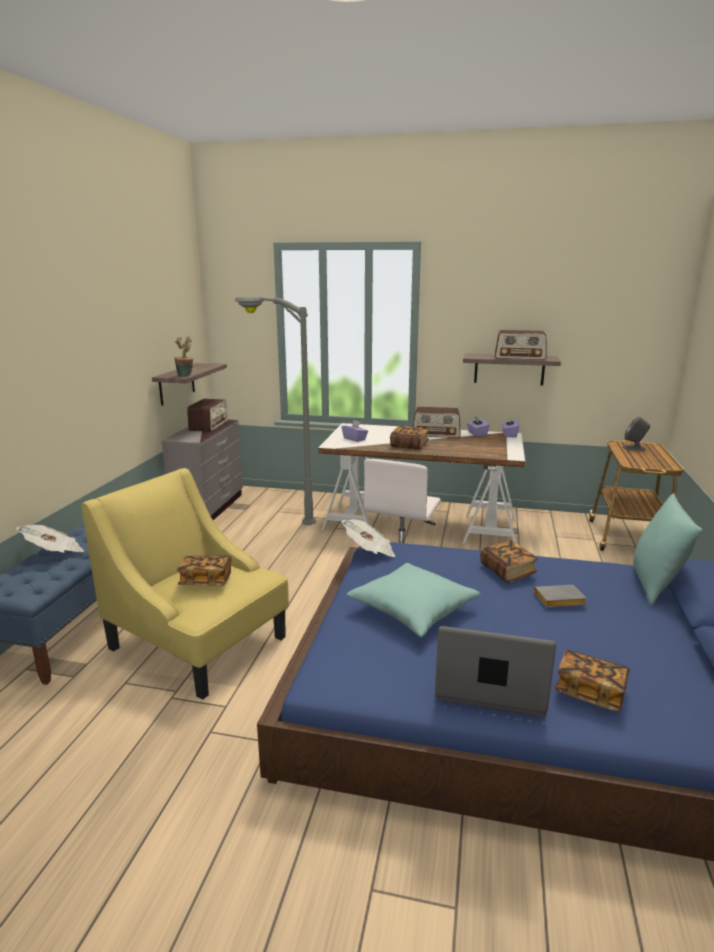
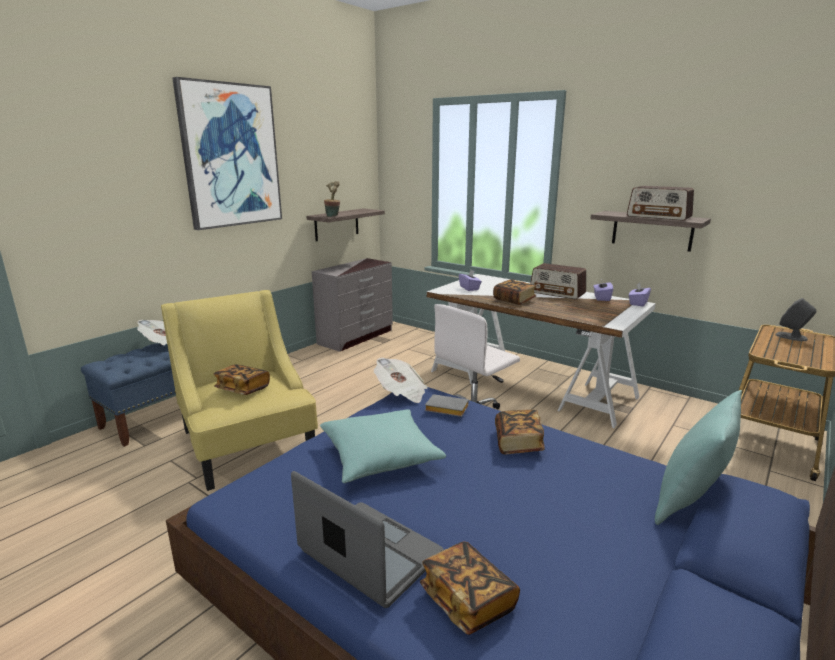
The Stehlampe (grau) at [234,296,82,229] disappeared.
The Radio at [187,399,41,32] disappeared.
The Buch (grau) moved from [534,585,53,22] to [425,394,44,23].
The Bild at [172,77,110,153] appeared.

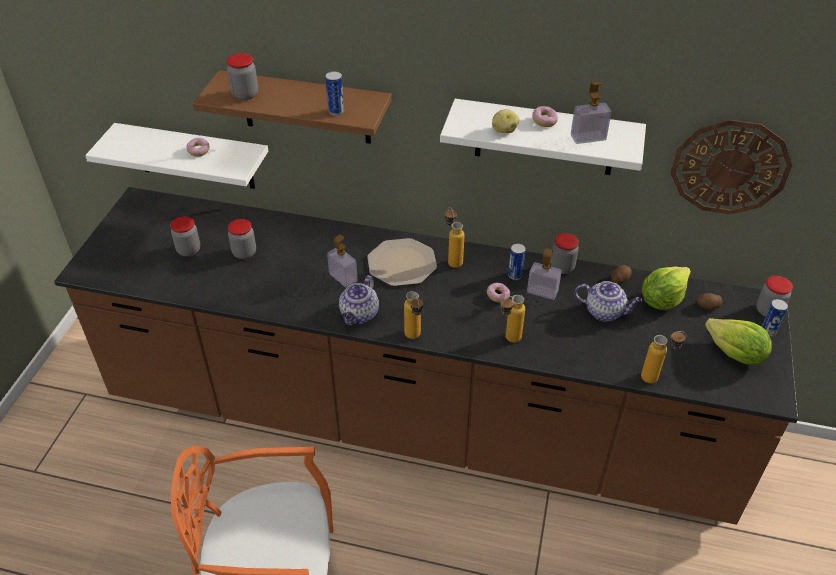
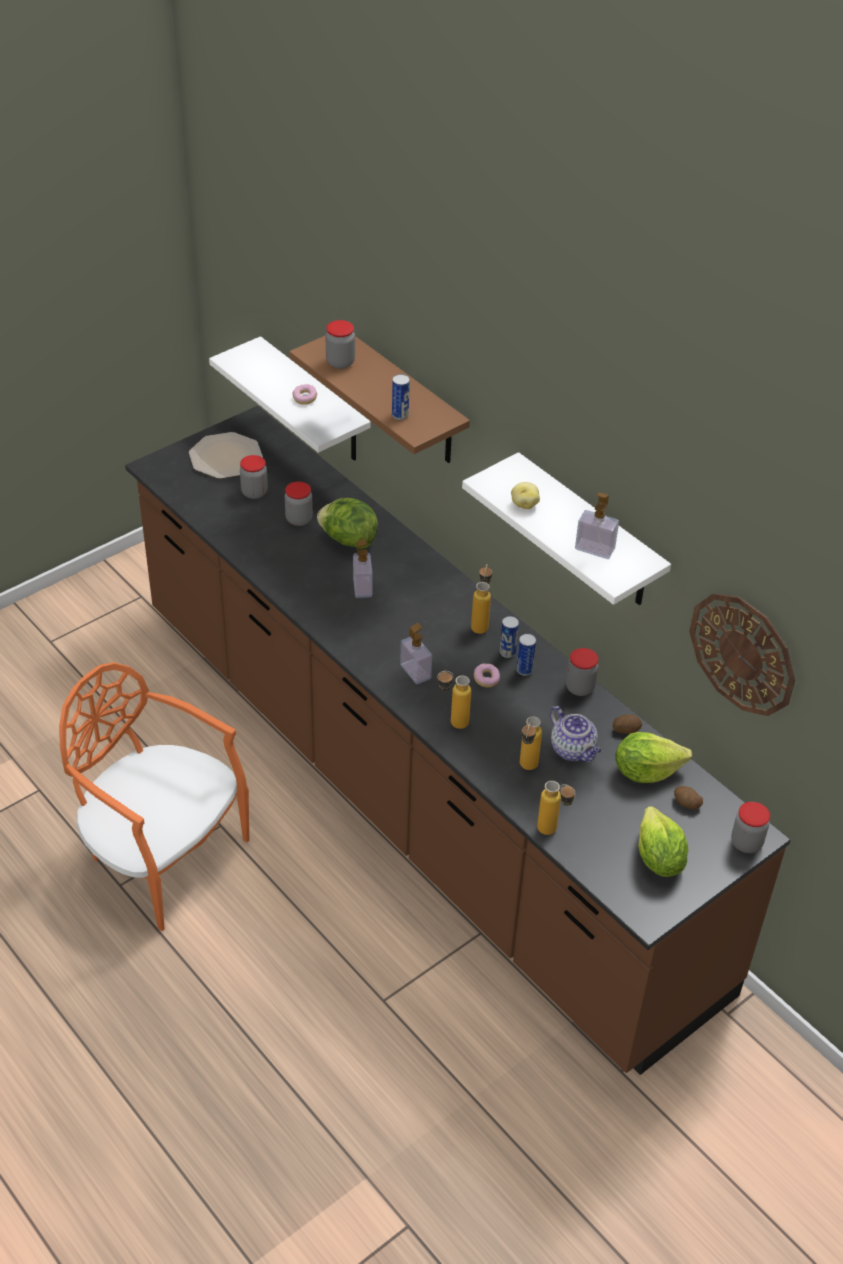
The Donut at [533,106,25,21] disappeared.
The Teller moved from [367,238,70,48] to [189,432,74,47].
The Seifenspender moved from [527,248,35,52] to [400,623,32,61].
The Teekanne at [339,275,40,50] disappeared.
The Flasche moved from [404,291,19,48] to [520,716,22,54].
The Dose moved from [762,299,26,38] to [500,616,19,42].
The Salatkopf at [317,498,61,51] appeared.

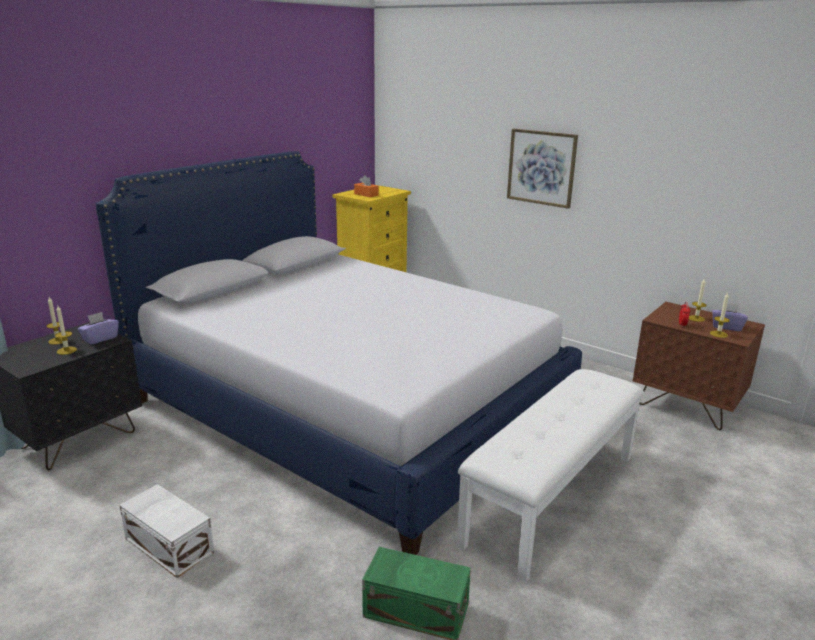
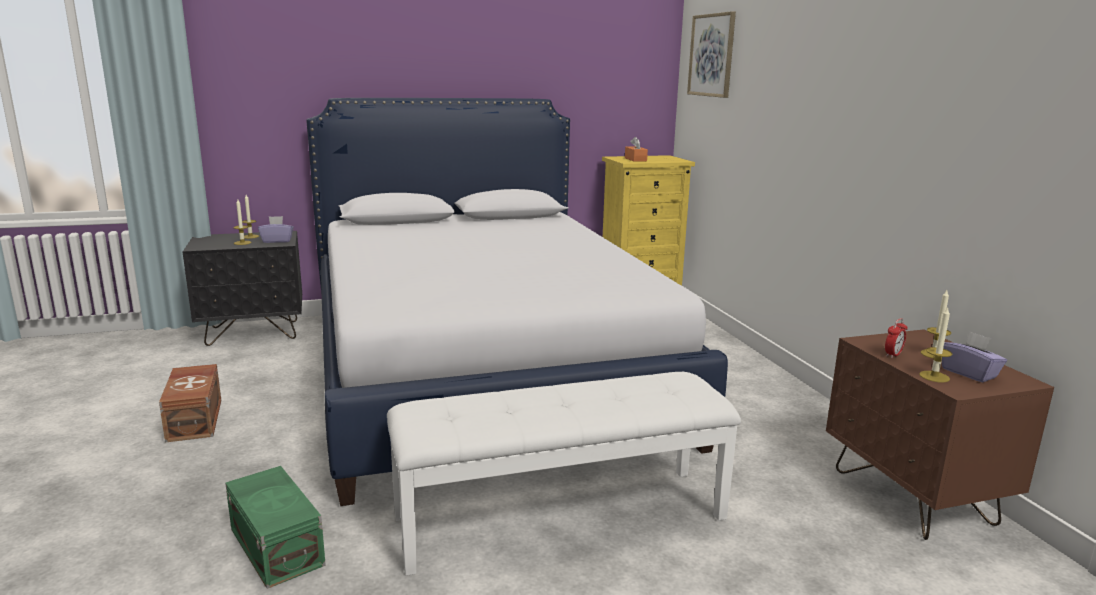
The Bild moved from [507,129,71,80] to [687,11,49,87].
The Aufbewahrungsbox (weiß) at [119,484,95,94] became the Aufbewahrungsbox (braun) at [159,364,62,79].

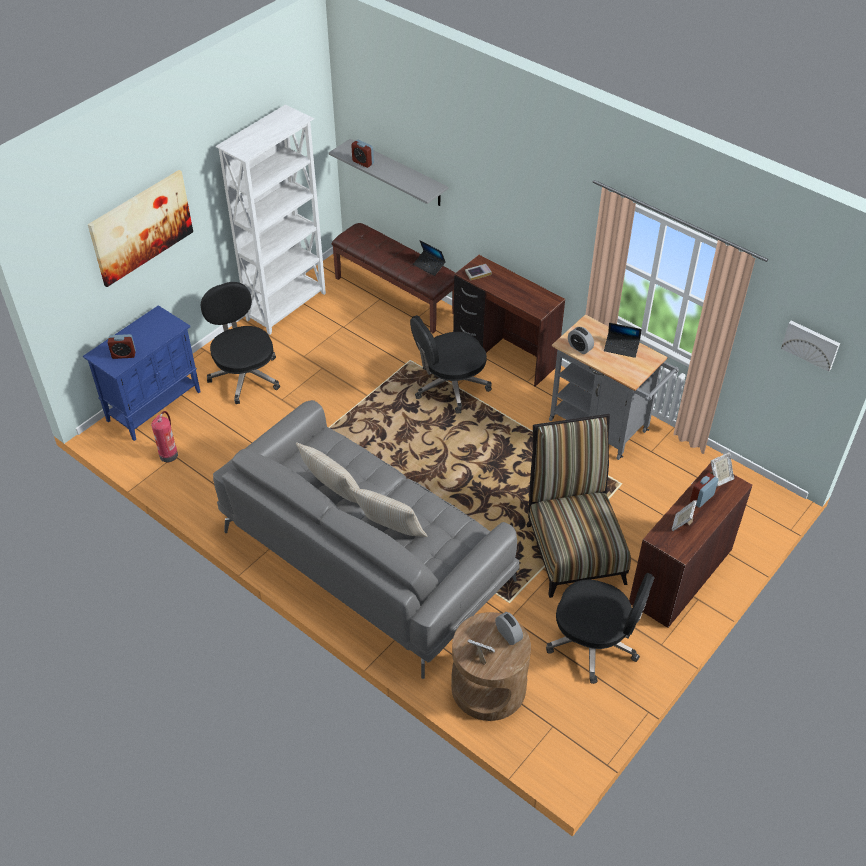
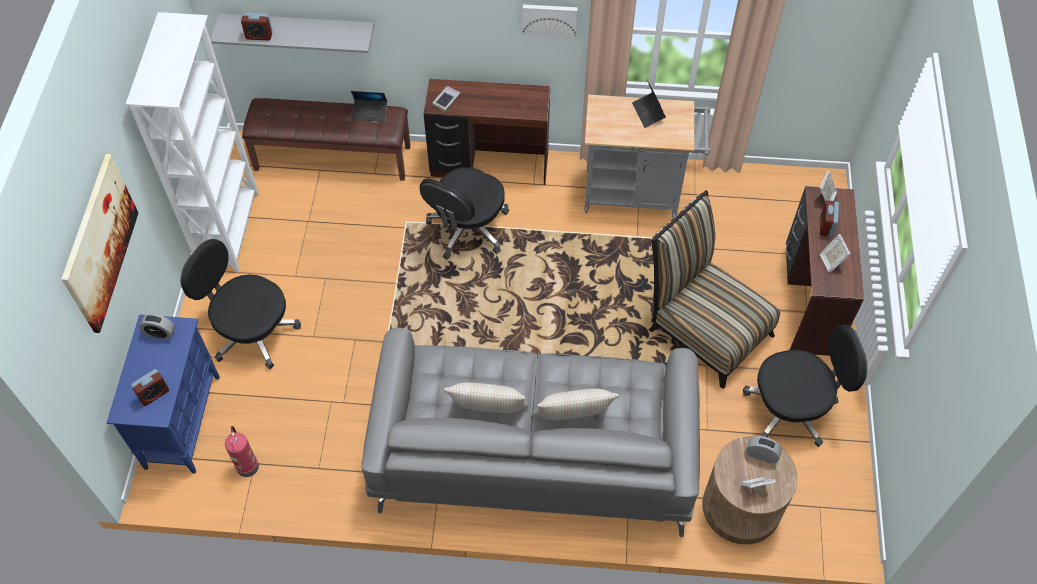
The Bild moved from [781,321,59,51] to [523,4,55,33].
The Laptop at [604,323,38,35] turned 90 degrees clockwise.
The Wecker moved from [568,327,26,27] to [139,314,36,26].

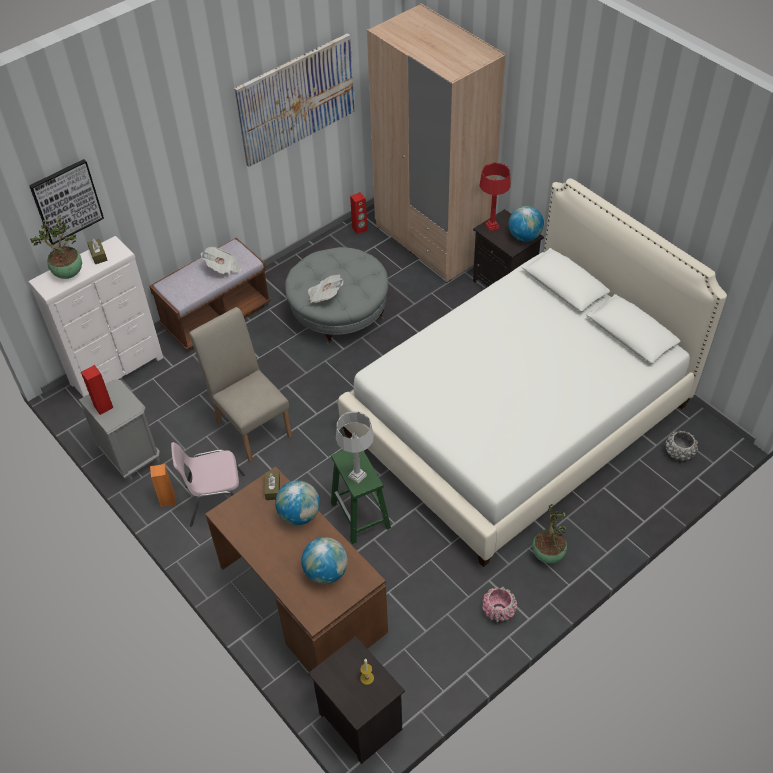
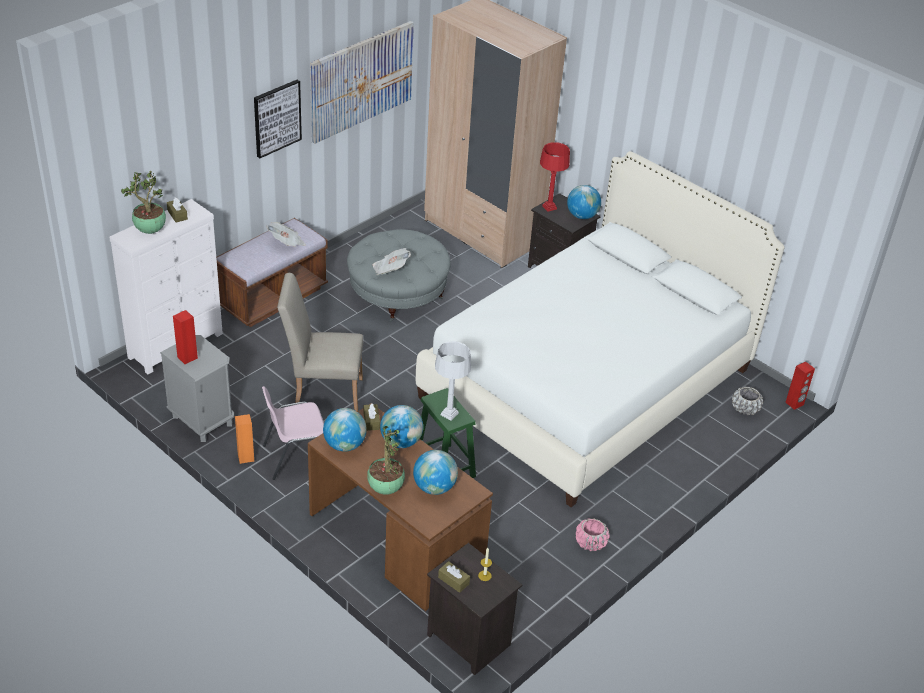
The Bild moved from [29,159,75,86] to [254,80,48,78].
The Lautsprecher (rot) moved from [350,192,17,42] to [786,362,29,48].
The Stuhl (beige) at [189,307,103,155] turned 45 degrees counterclockwise.
The Topfpflanze moved from [532,504,35,60] to [367,426,38,69].
The Globus at [323,408,44,44] appeared.
The Taschentuchbox (braun) at [438,561,32,32] appeared.

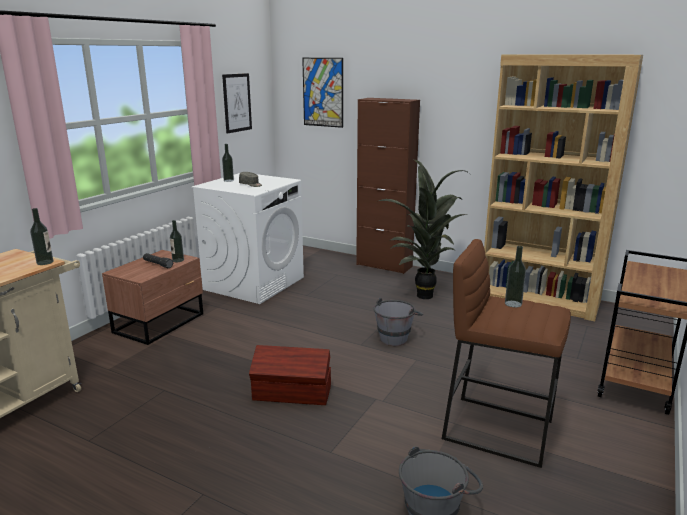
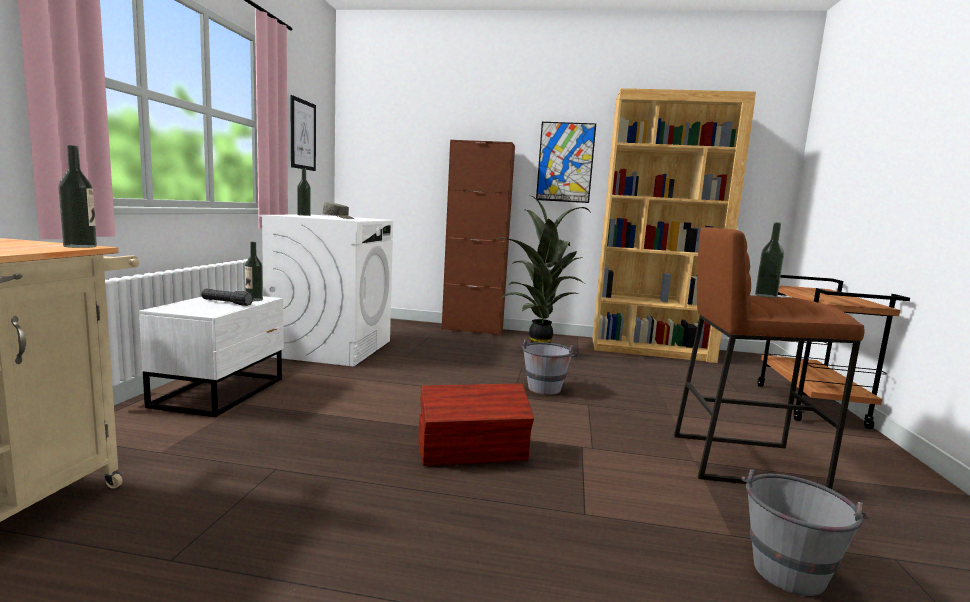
The Bild moved from [302,58,41,70] to [536,122,60,81].
The Nachttisch (braun) at [102,250,101,95] became the Nachttisch (weiß) at [139,296,145,121].

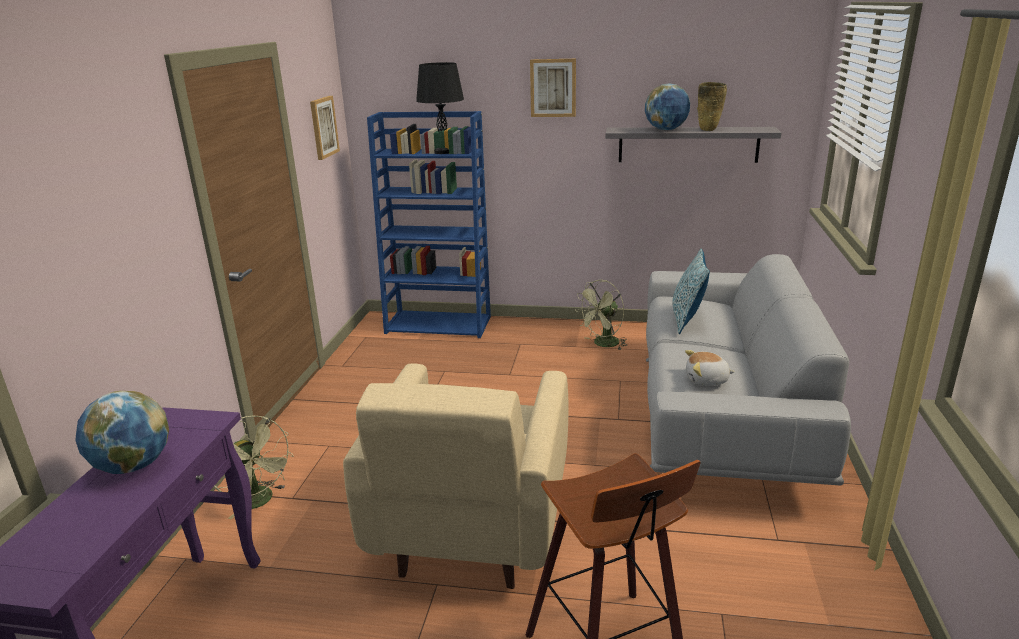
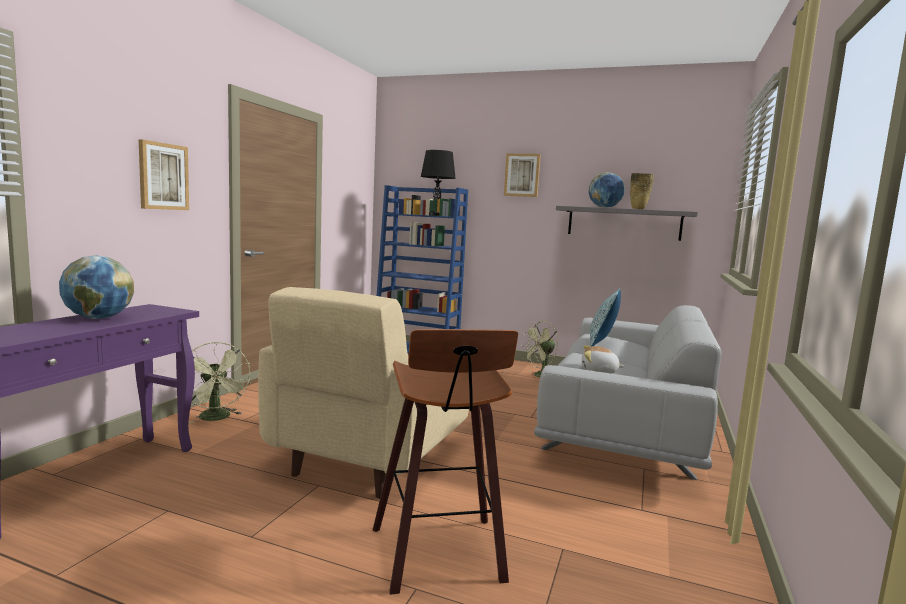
The Bild moved from [310,96,30,64] to [139,139,50,71].

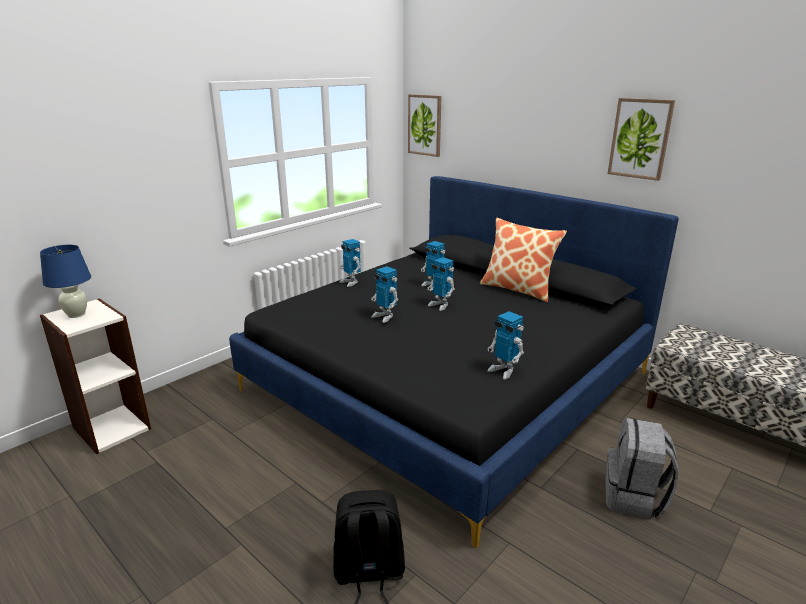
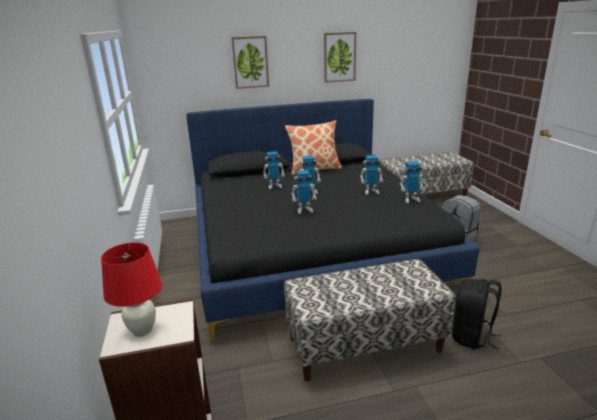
The Bild moved from [408,94,33,63] to [231,36,38,53].
The Spielzeugroboter moved from [339,239,22,48] to [360,155,23,40].
The Tischlampe (blau) at [40,245,51,73] became the Tischlampe (rot) at [101,242,61,95].
The Bank at [284,259,171,122] appeared.

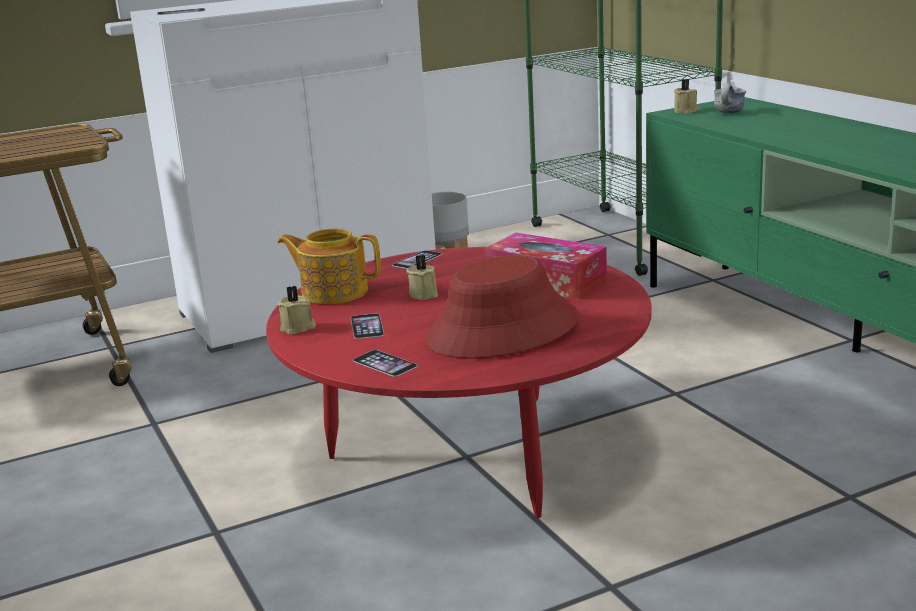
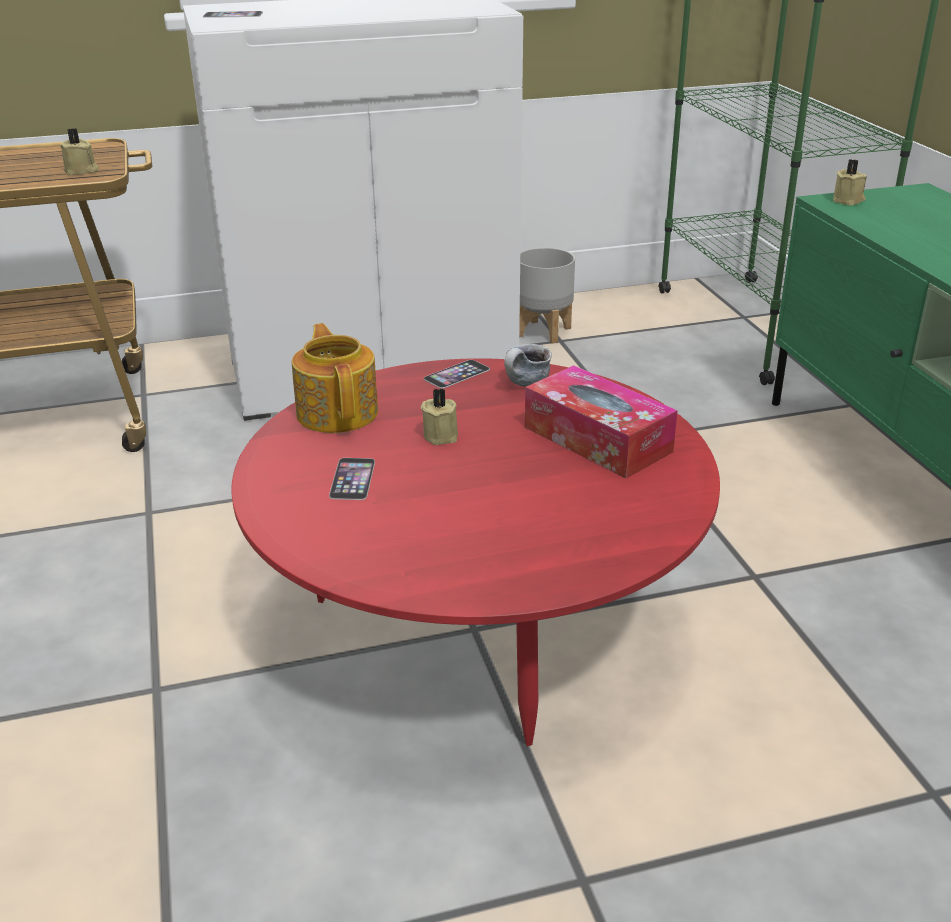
The Henkelbecher moved from [714,83,32,31] to [504,344,48,43].
The Teekanne at [277,228,104,76] turned 45 degrees clockwise.
The Hut (rot) at [424,255,155,104] disappeared.
The Kerze (beige) moved from [278,286,38,49] to [60,128,39,47].
The Handy at [353,350,65,27] disappeared.

